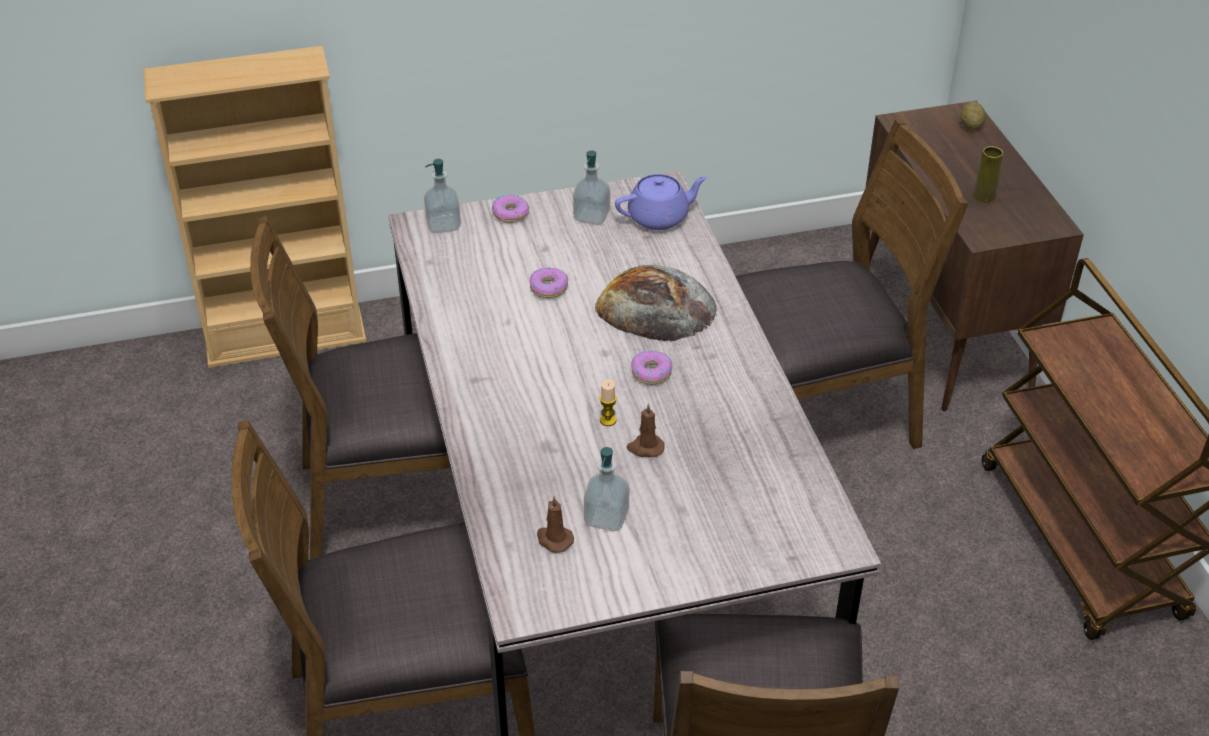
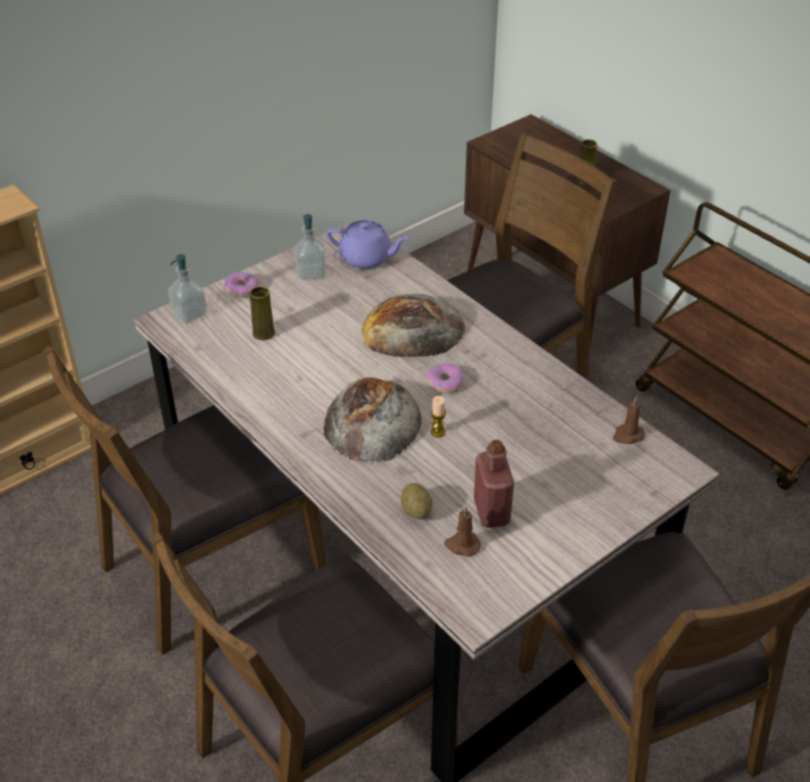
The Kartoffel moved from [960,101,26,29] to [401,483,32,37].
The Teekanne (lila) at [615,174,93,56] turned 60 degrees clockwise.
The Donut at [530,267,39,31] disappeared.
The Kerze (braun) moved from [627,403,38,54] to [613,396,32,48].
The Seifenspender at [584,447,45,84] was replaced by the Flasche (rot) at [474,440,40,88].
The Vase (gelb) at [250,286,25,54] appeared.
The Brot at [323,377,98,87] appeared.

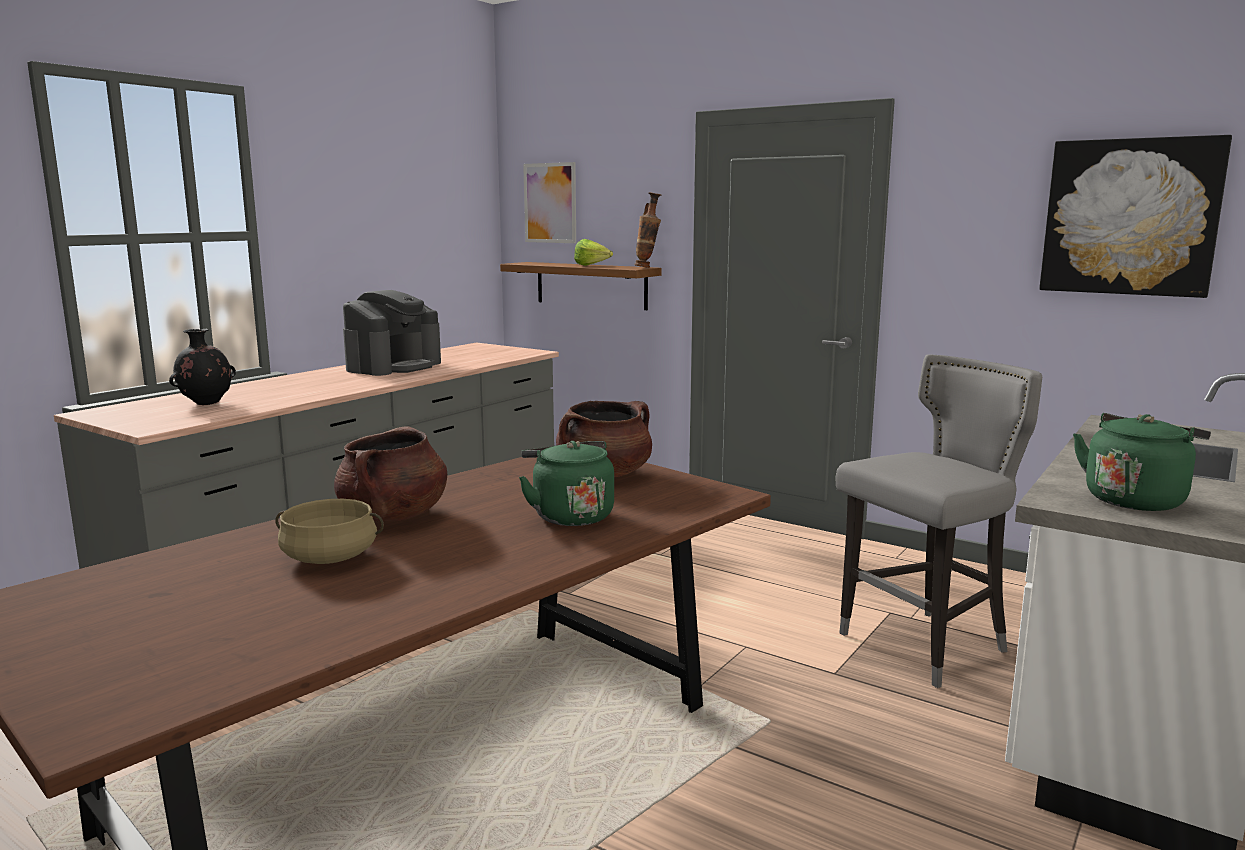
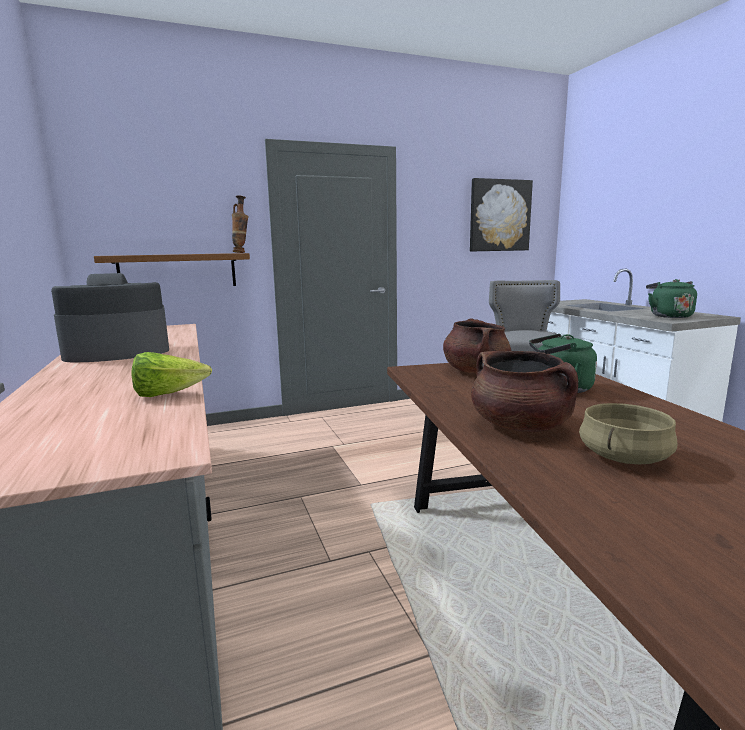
The Bild at [523,162,53,81] disappeared.
The Salatkopf moved from [574,239,39,27] to [131,352,81,45].
The Kaffeemaschine at [343,290,98,86] turned 90 degrees counterclockwise.
The Vase (schwarz) at [169,329,67,76] disappeared.

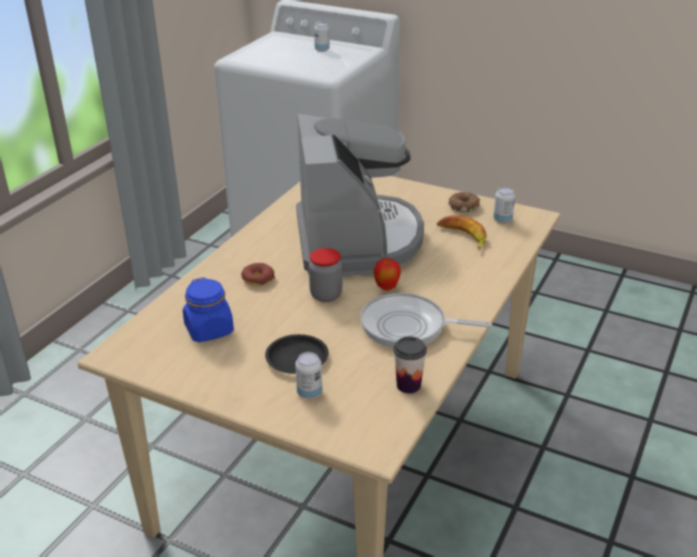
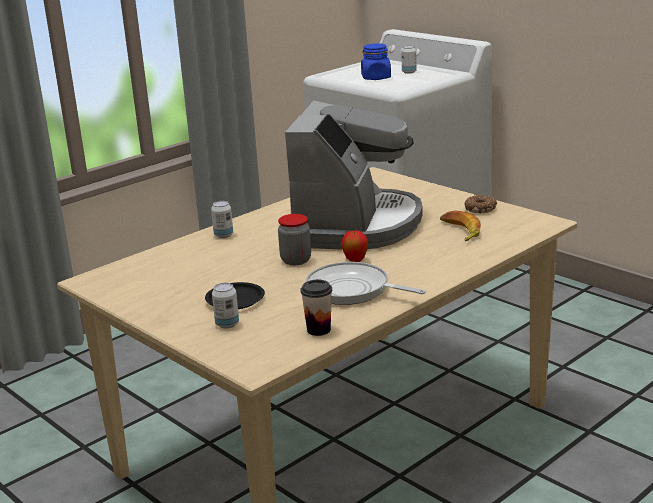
The Dose moved from [493,187,22,36] to [211,201,22,37].
The Donut at [241,263,34,23] disappeared.
The Vorratsglas (blau) moved from [183,277,51,65] to [361,43,30,37].

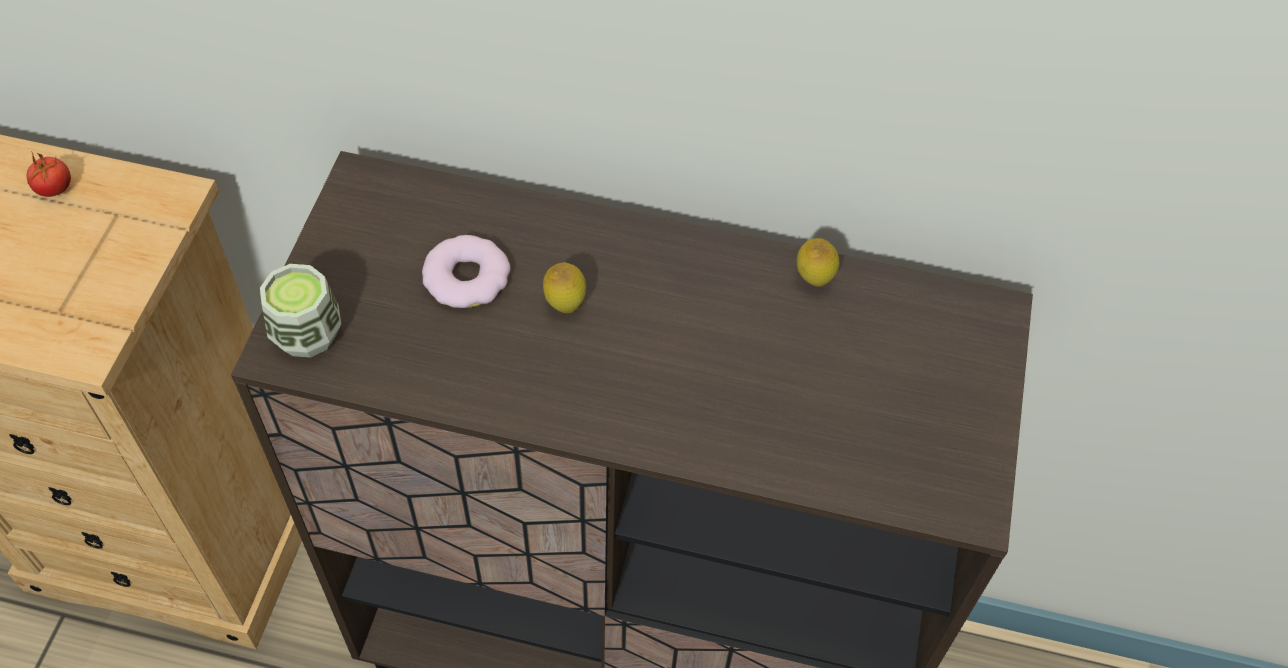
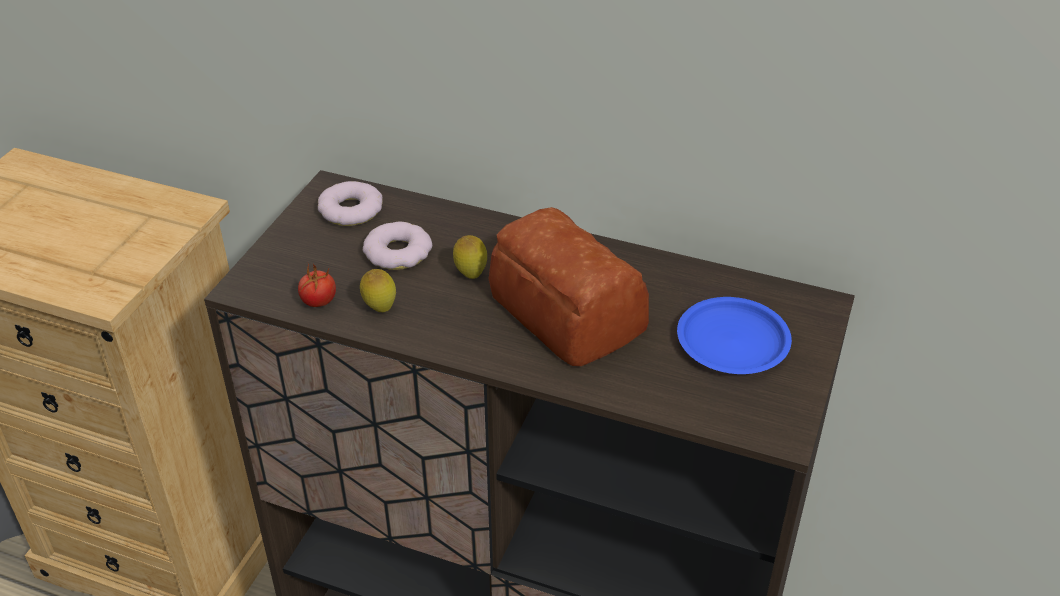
The Tomate moved from [27,151,44,46] to [298,264,38,43].
The Zitrone moved from [797,238,42,49] to [360,269,36,43].
The Tasse at [260,264,81,94] disappeared.
The Donut at [318,181,65,45] appeared.
The Brot at [489,207,160,159] appeared.
The Teller (blau) at [677,297,115,77] appeared.

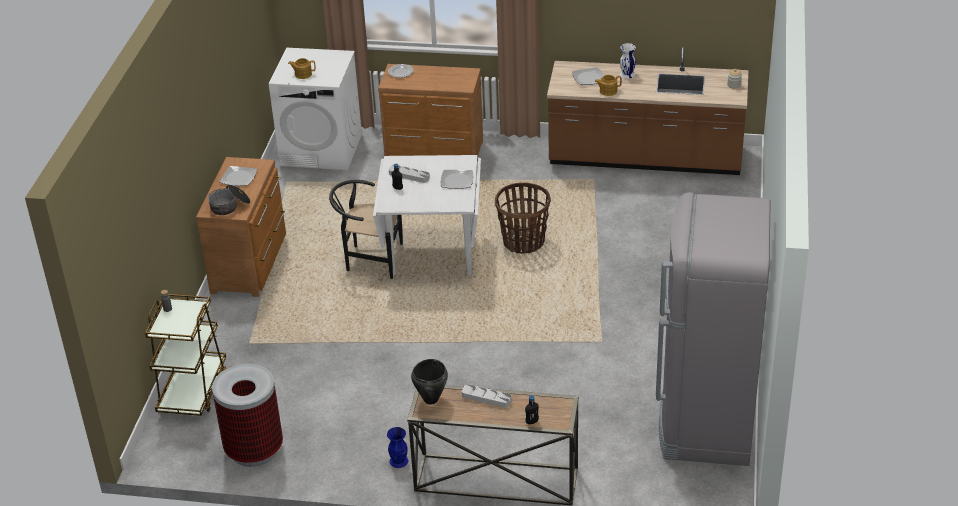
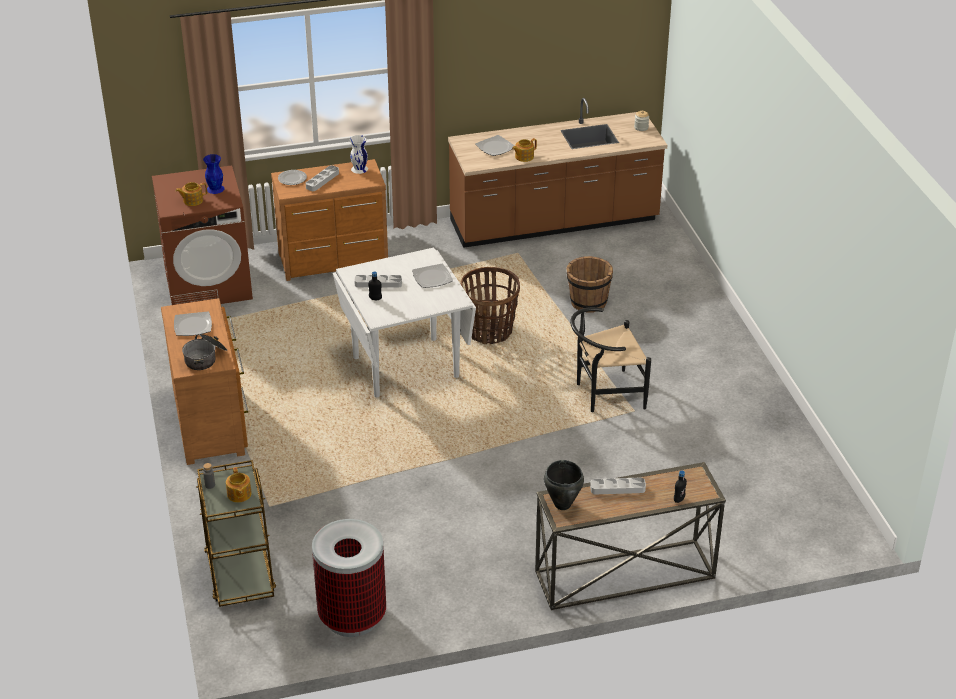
The Vase (weiß) moved from [620,43,16,36] to [350,135,18,39].
The Waschmaschine (weiß) at [269,48,93,122] became the Waschmaschine (braun) at [152,165,101,140].
The Stuhl (schwarz) moved from [329,180,74,99] to [570,307,81,105].
The Kühlschrank (grau) at [656,192,114,274] disappeared.
The Vase (blau) moved from [387,427,22,41] to [203,154,21,40].
The Tablett (grau) at [306,165,33,26] appeared.
The Eimer (braun) at [566,256,47,57] appeared.
The Teekanne at [226,467,26,36] appeared.

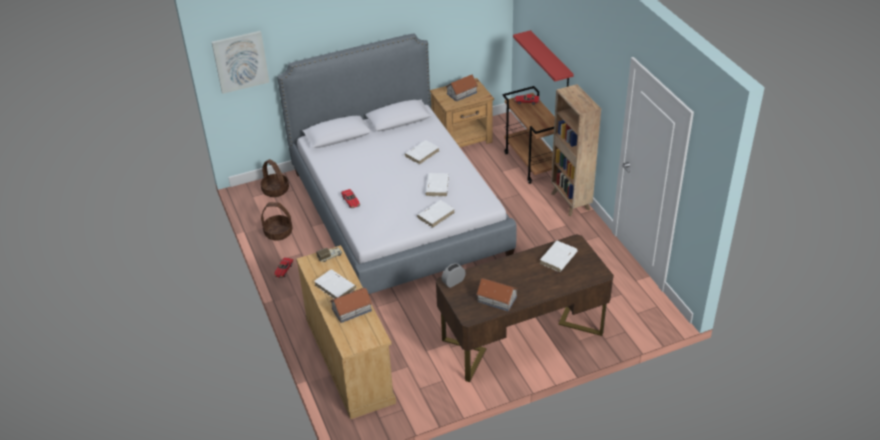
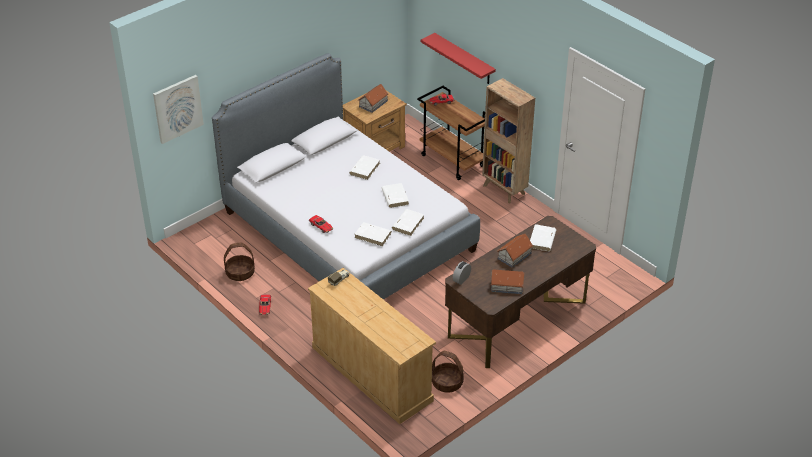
The Korb moved from [260,159,29,38] to [432,351,32,41].
The Buch (weiß) moved from [314,269,42,30] to [355,222,37,24].
The Spielzeughaus moved from [330,288,42,35] to [497,234,36,34].

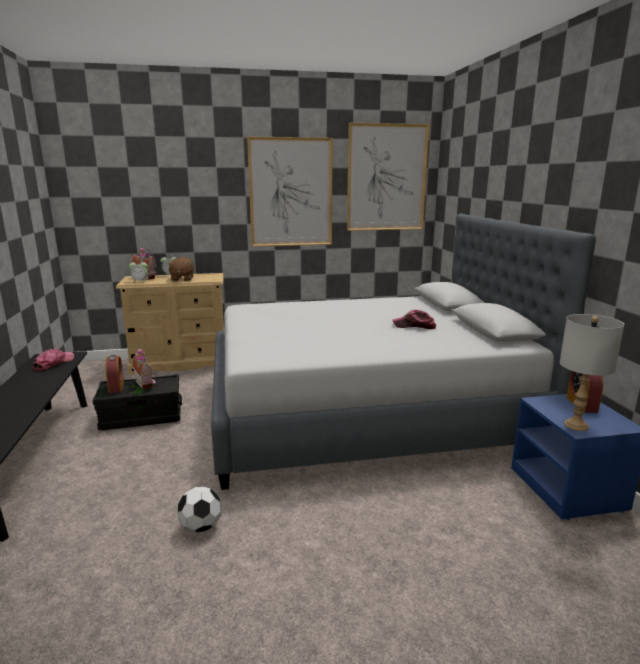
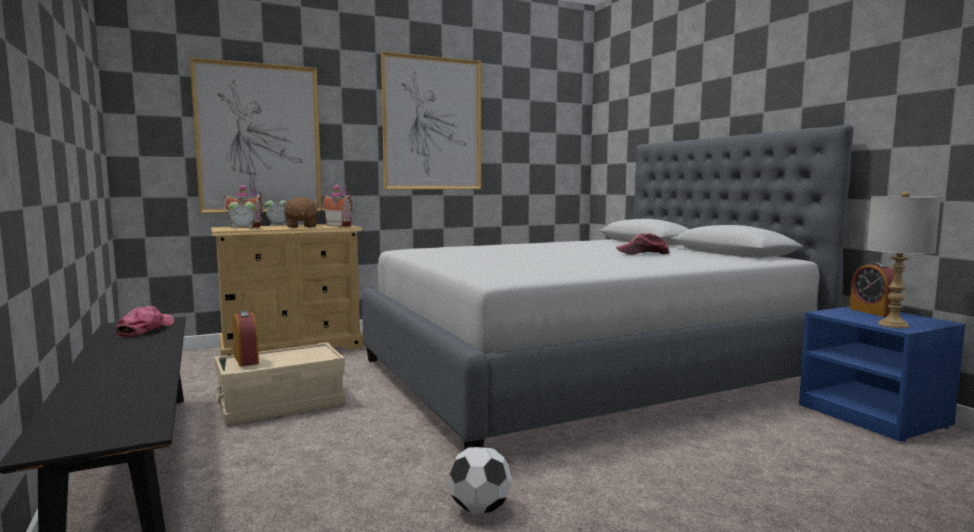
The Bild moved from [347,123,83,108] to [190,57,132,156].
The Spielzeughaus moved from [132,347,24,42] to [322,182,31,45].
The Aufbewahrungsbox (schwarz) at [93,374,89,56] became the Aufbewahrungsbox (beige) at [214,342,131,83].

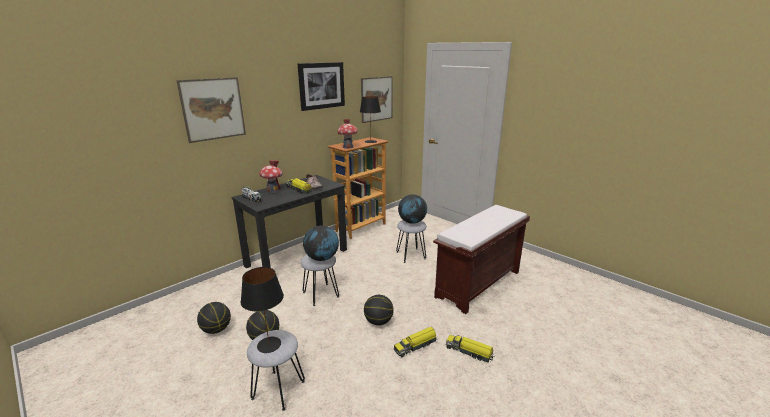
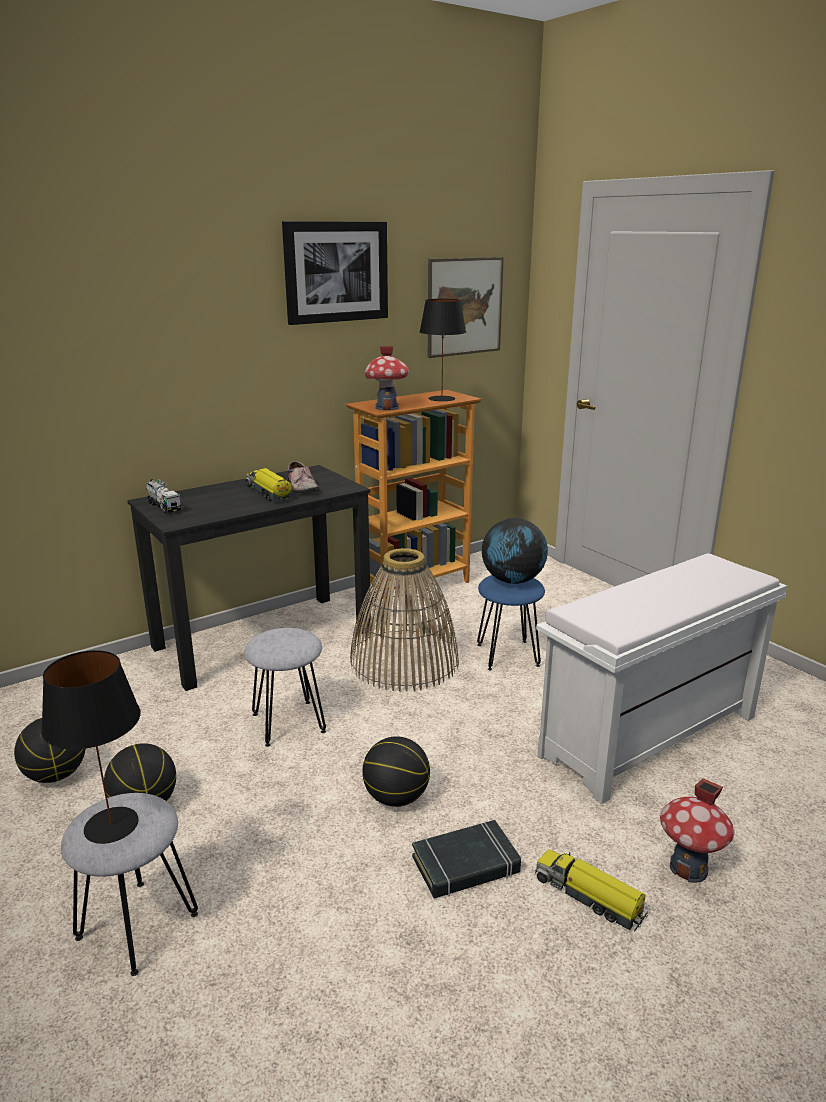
The Bild at [176,77,70,66] disappeared.
The Spielzeughaus moved from [259,160,24,33] to [660,778,74,105].
The Bank (braun) at [433,205,97,109] became the Bank (weiß) at [536,553,251,251].
The Hocker (grau) at [396,220,31,43] became the Hocker (blau) at [477,575,68,96].
The Globus at [303,225,36,36] disappeared.
The Spielzeuglaster at [394,327,43,30] was replaced by the Buch (schwarz) at [412,820,109,78].
The Korb at [350,548,109,144] appeared.

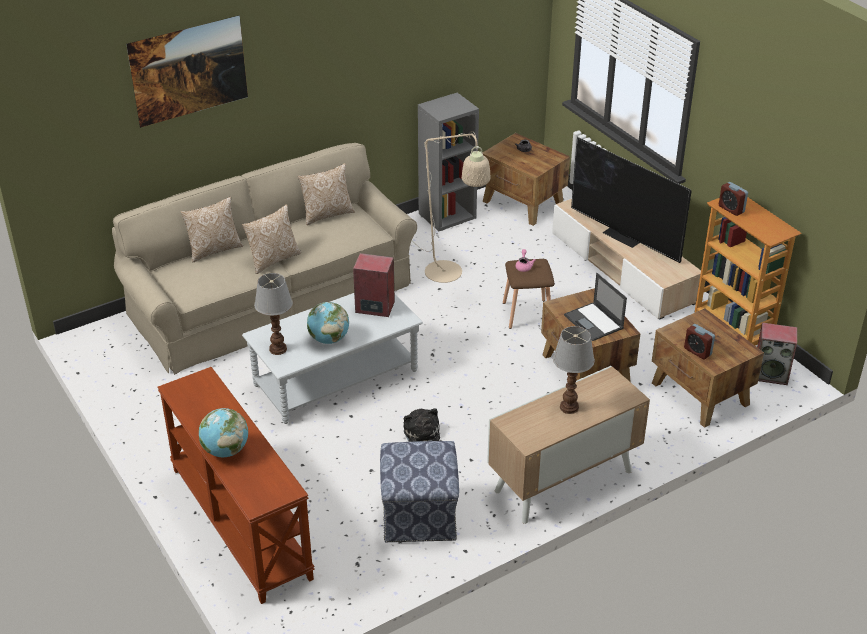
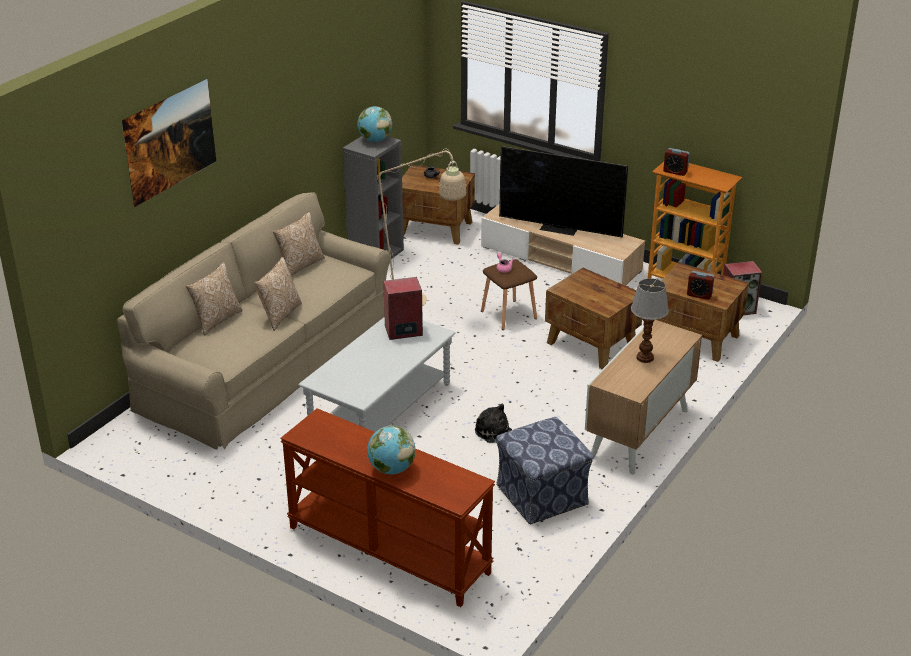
The Tischlampe at [254,273,39,82] disappeared.
The Laptop at [564,273,63,68] disappeared.
The Globus moved from [307,302,42,42] to [357,106,35,36].

